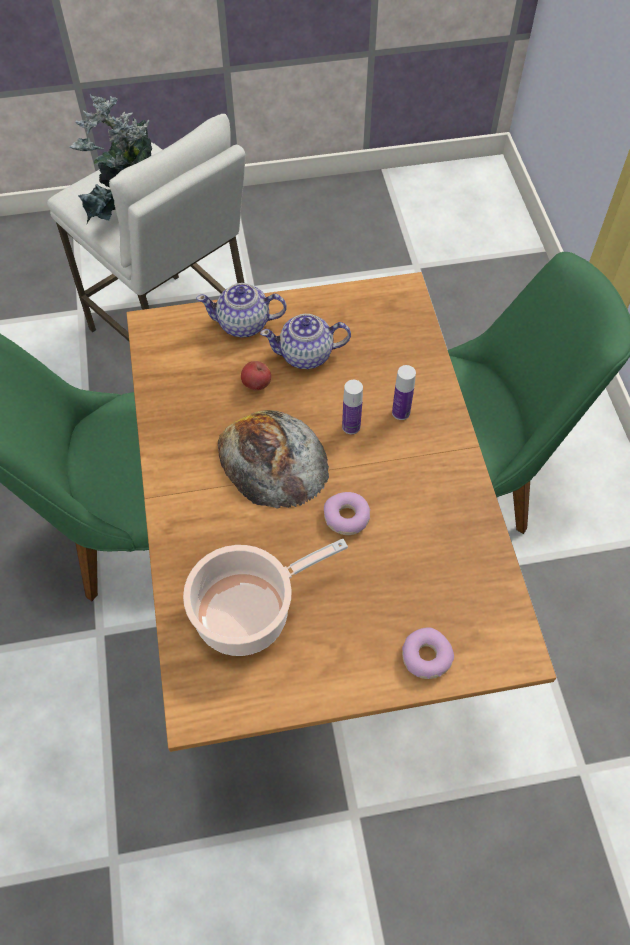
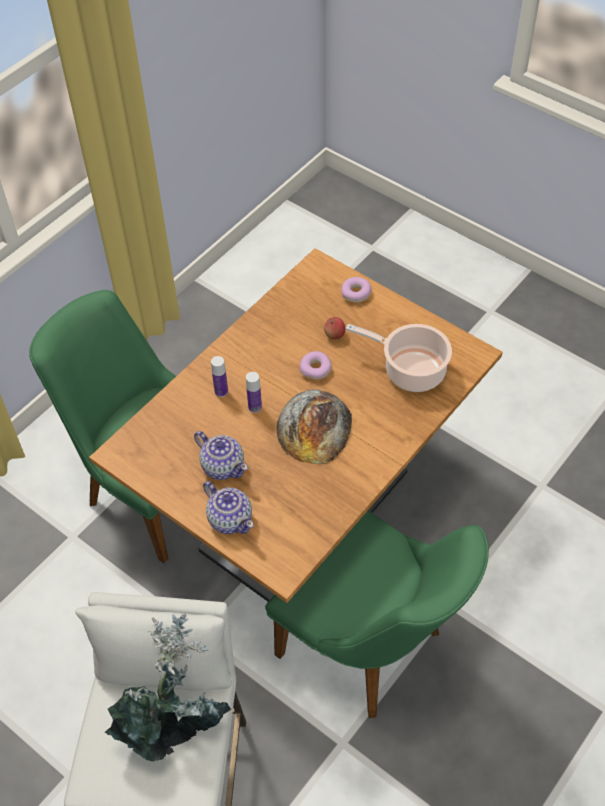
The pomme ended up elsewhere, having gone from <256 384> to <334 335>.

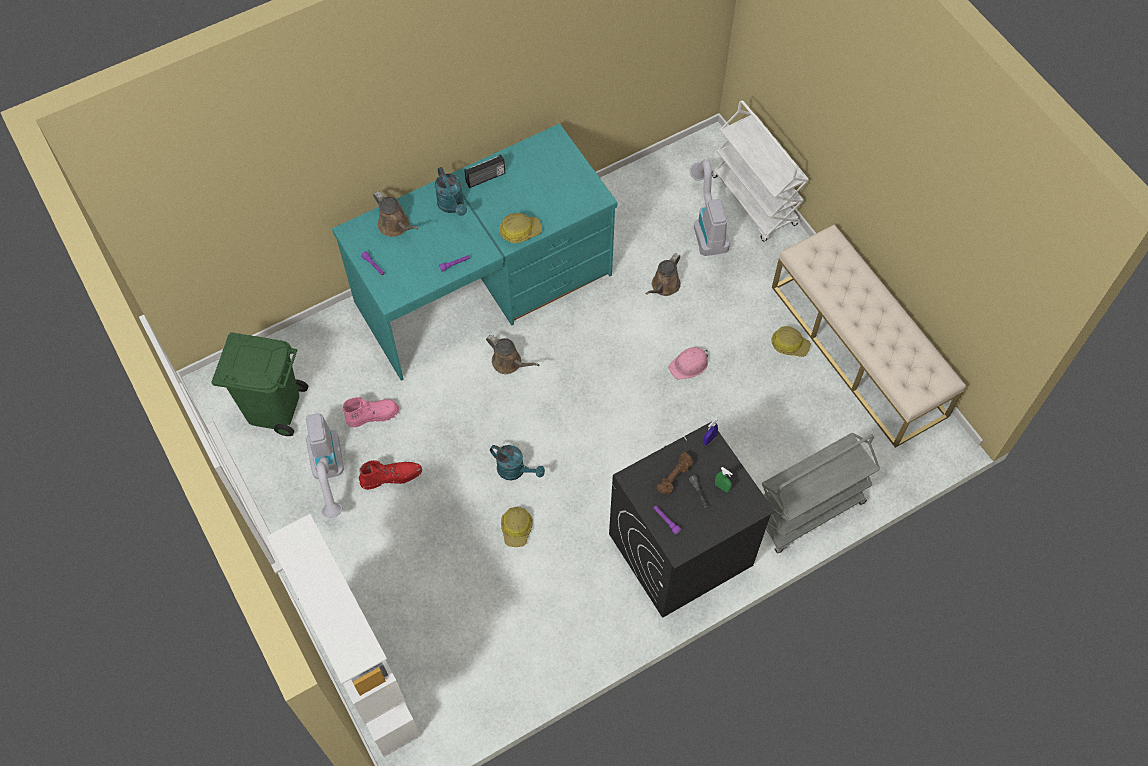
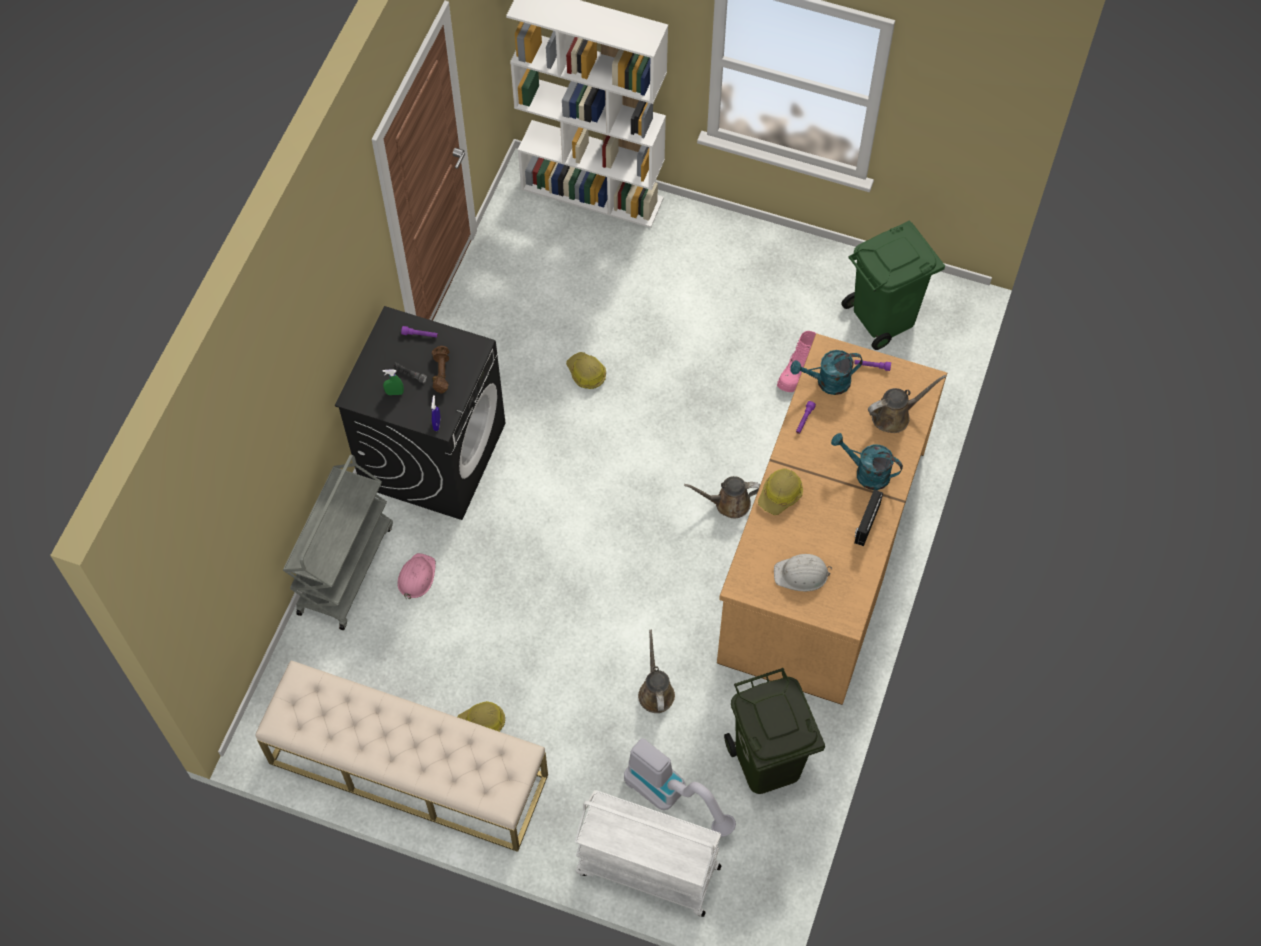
The second view lost the aspirateur at <329 474>.
What was the bureau (turquoise) at <484 290> turned into the bureau (marron) at <820 554>.
The second view lost the botte (rouge) at <391 476>.
The arrosoir (marron) at <395 226> ended up facing another way, 150 degrees clockwise from before.
The arrosoir (turquoise) ended up elsewhere, having gone from <515 470> to <827 382>.
The casque de chantier (rose) ended up elsewhere, having gone from <689 365> to <416 577>.
The second view gained the poubelle (vert) at <766 762>.
The second view gained the casque de chantier (blanc) at <801 574>.

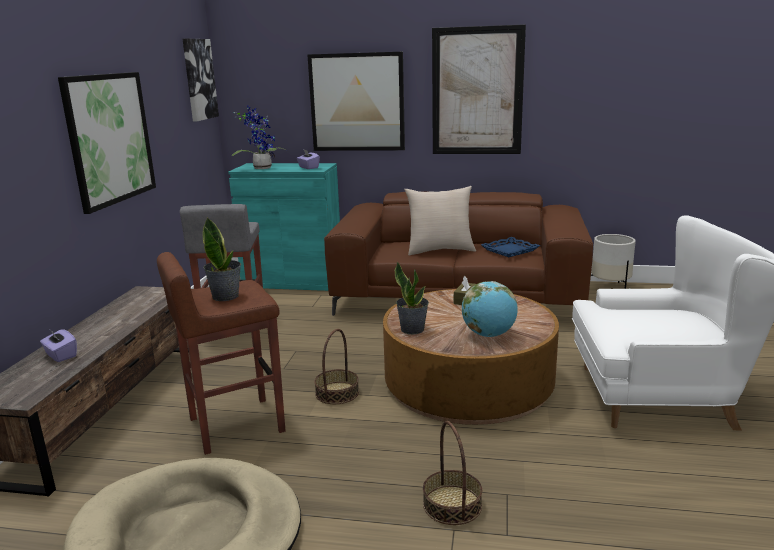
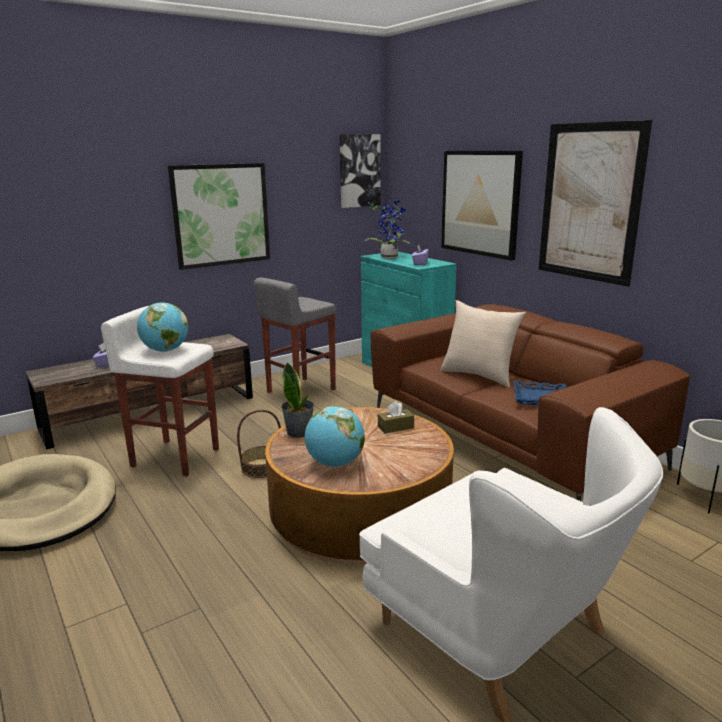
What was the tabouret (marron) at <234 425> turned into the tabouret (blanc) at <175 457>.
Where the plante en pot stood at <226 296>, the globe came to stand at <165 351>.
The second view lost the panier at <452 505>.

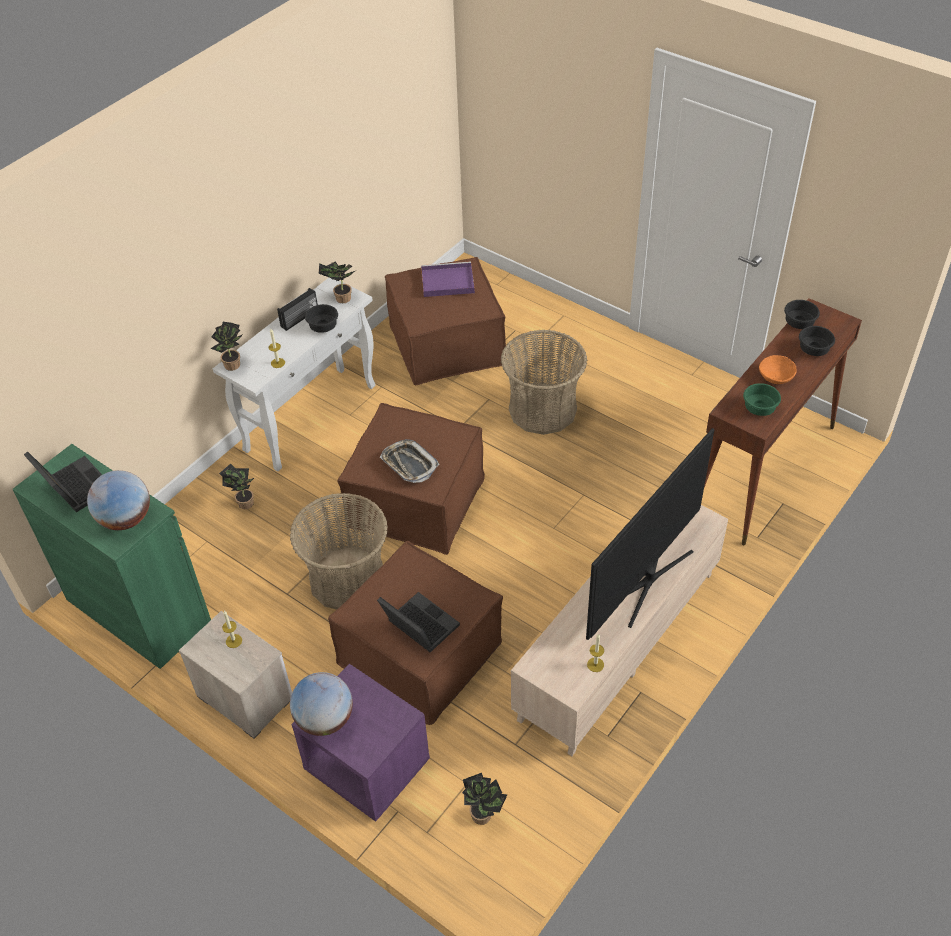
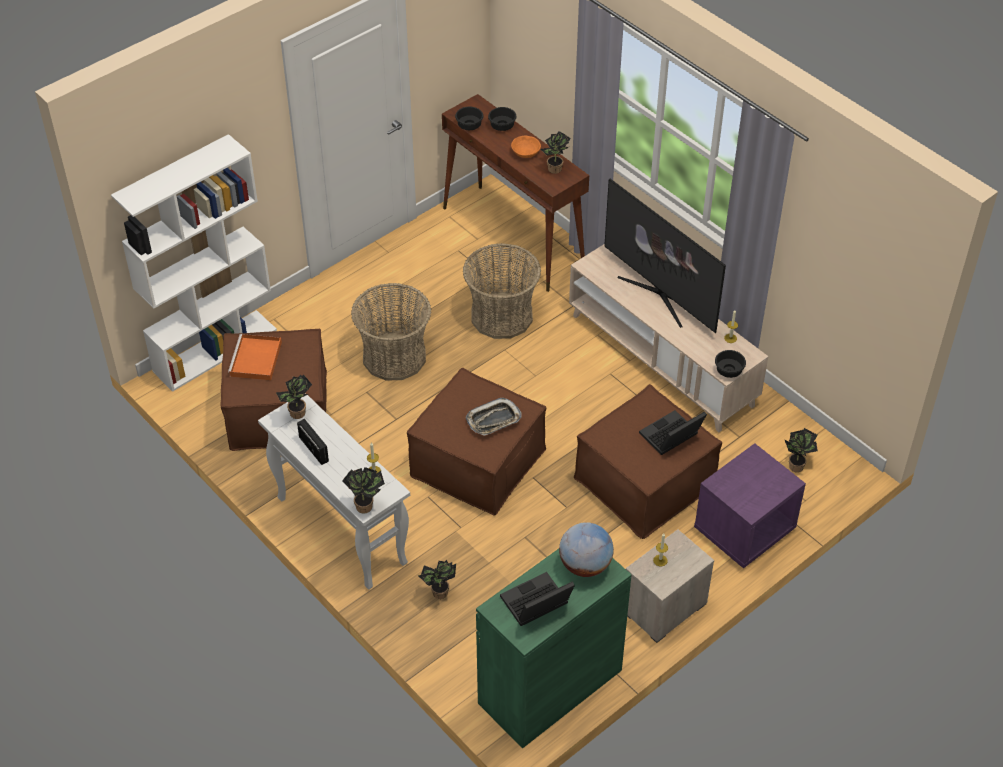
The panier ended up elsewhere, having gone from <347 579> to <501 316>.
The second view lost the globe at <325 719>.
The bol (noir) ended up elsewhere, having gone from <322 326> to <728 371>.
What was the plateau (violet) at <446 282> turned into the plateau (orange) at <256 360>.
Where the bol (vert) stood at <758 408>, the plante en pot came to stand at <555 170>.
The second view gained the bibliothèque (blanc) at <215 350>.

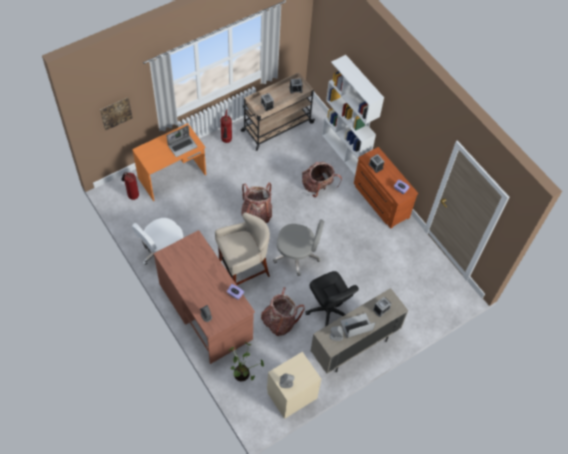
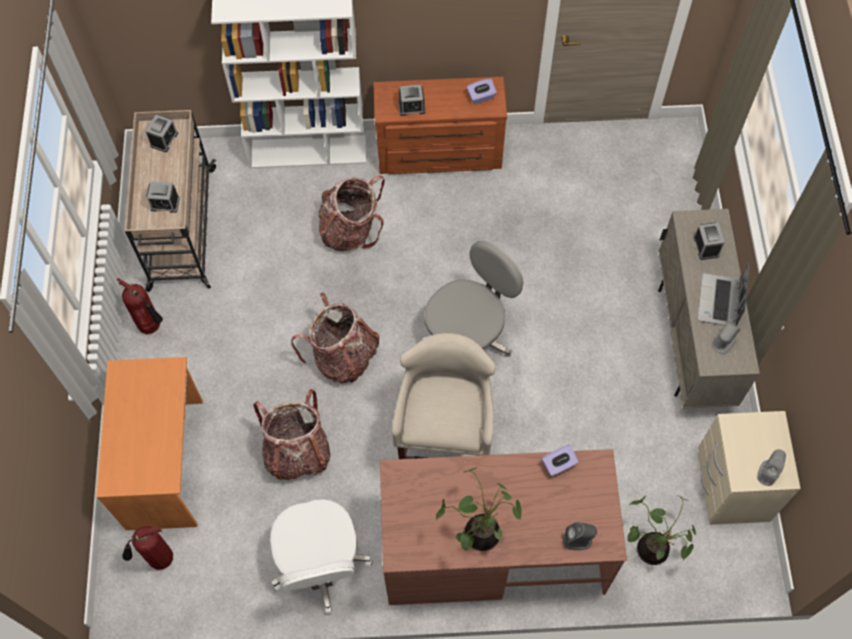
The second view lost the tableau at <116 113>.
The second view lost the ordinateur portable at <182 146>.
The sac à dos ended up elsewhere, having gone from <279 321> to <297 453>.
The second view lost the chaise de bureau (noir) at <328 310>.
The second view gained the plante en pot at <480 531>.

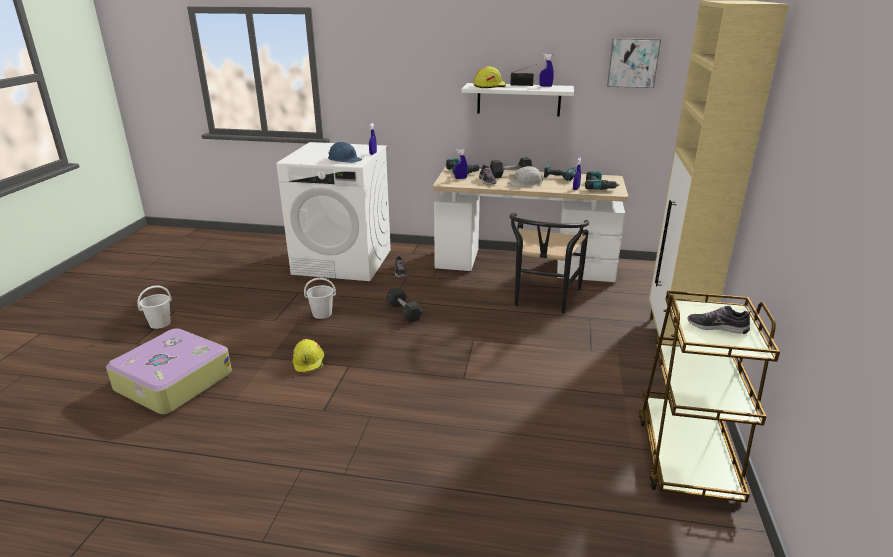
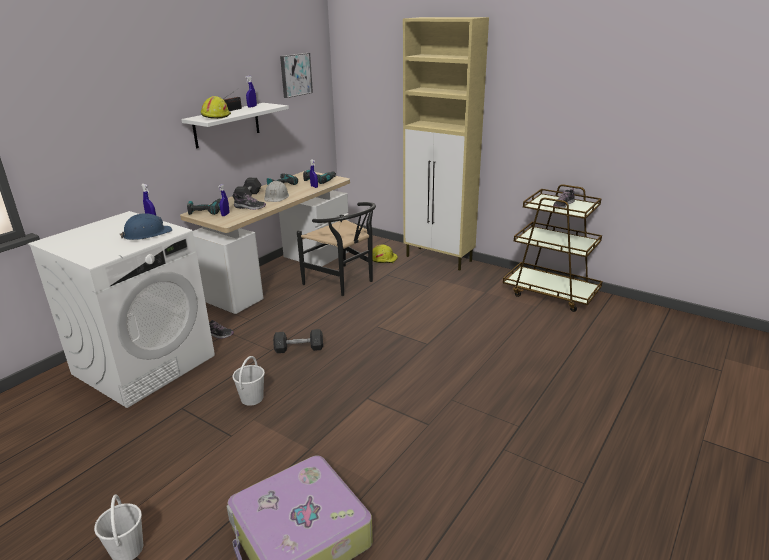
The casque de chantier (jaune) ended up elsewhere, having gone from <309 362> to <384 259>.

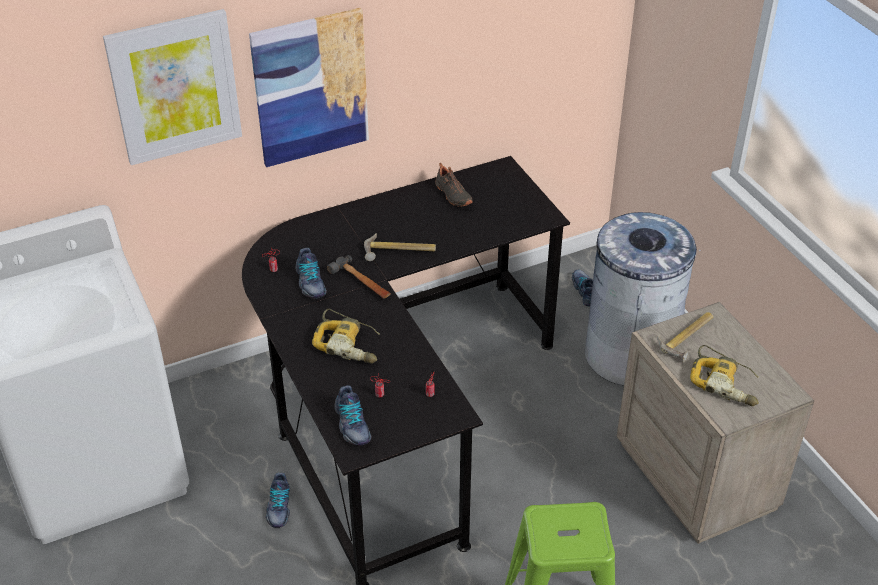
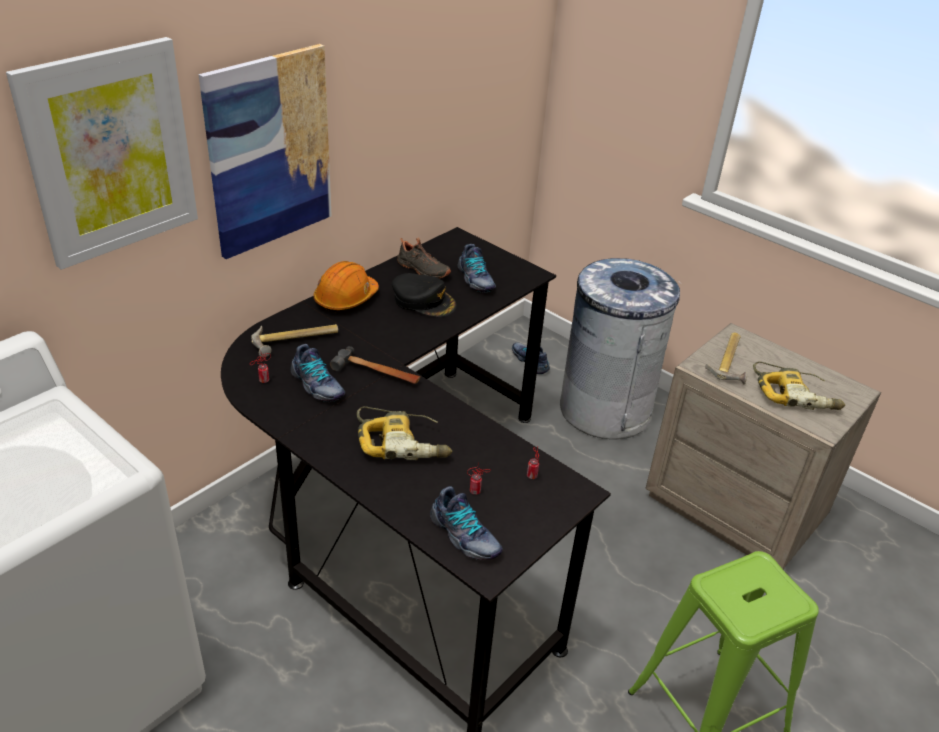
The chaussure ended up elsewhere, having gone from <278 507> to <475 279>.
The marteau ended up elsewhere, having gone from <399 252> to <296 341>.
The second view gained the casque de chantier (orange) at <346 298>.
The second view gained the casquette (noir) at <424 301>.

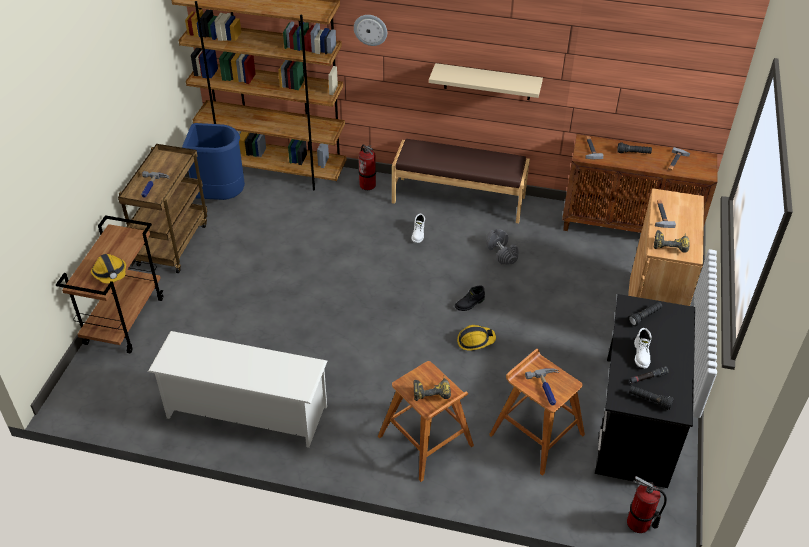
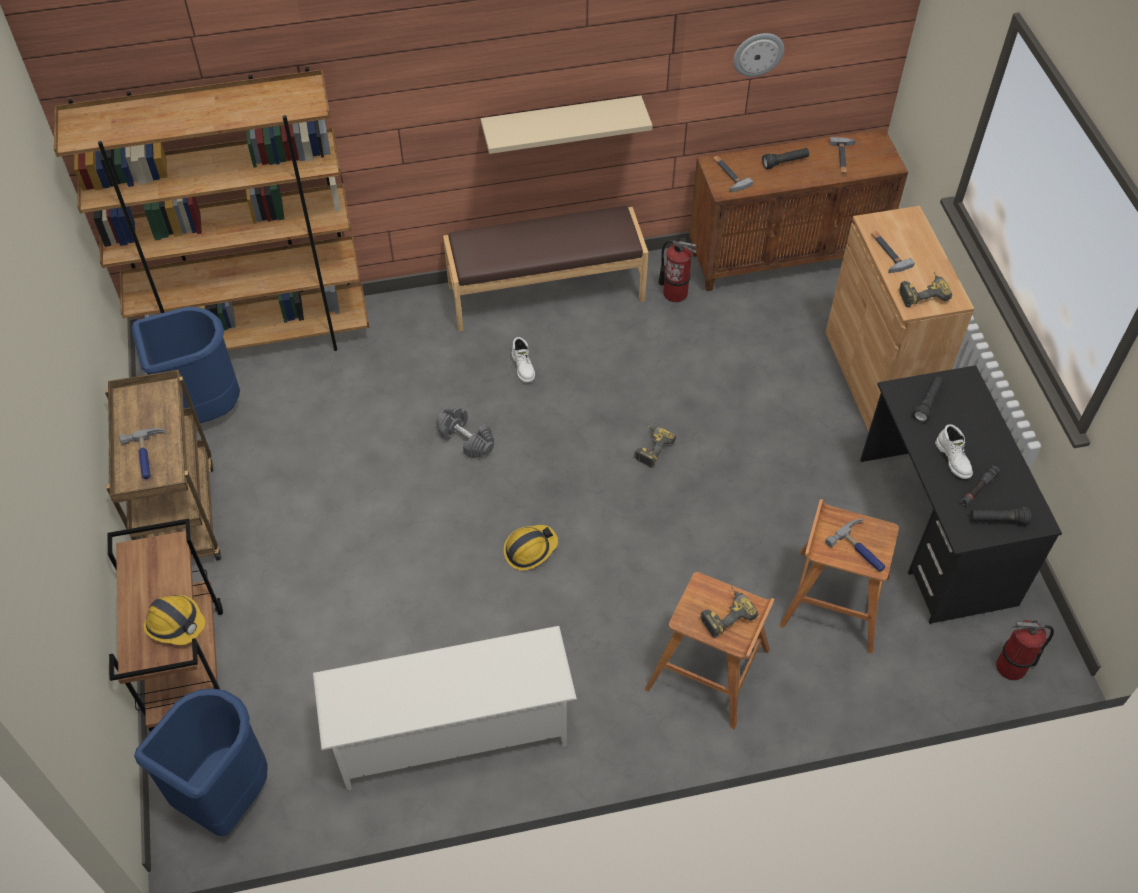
The horloge murale ended up elsewhere, having gone from <370 29> to <758 53>.
The extincteur ended up elsewhere, having gone from <367 185> to <675 293>.
Where the botte (noir) stood at <470 304>, the perceuse came to stand at <650 447>.
The casque de chantier ended up elsewhere, having gone from <475 340> to <530 550>.
The haltère (gris) ended up elsewhere, having gone from <501 253> to <466 439>.
The second view gained the poubelle (bleu) at <226 795>.

